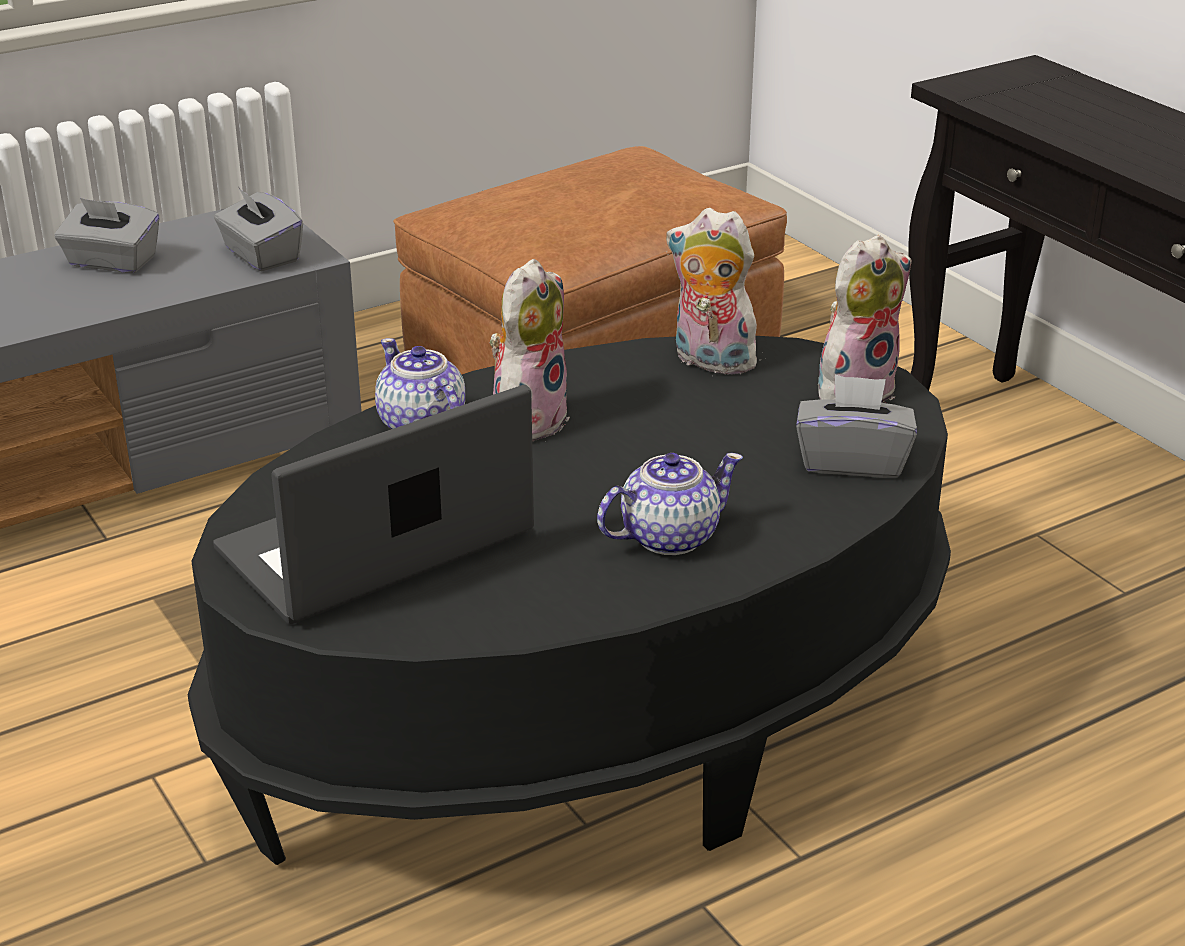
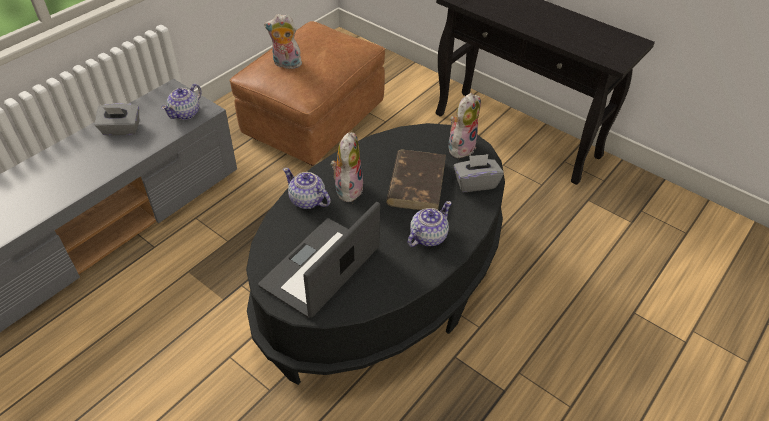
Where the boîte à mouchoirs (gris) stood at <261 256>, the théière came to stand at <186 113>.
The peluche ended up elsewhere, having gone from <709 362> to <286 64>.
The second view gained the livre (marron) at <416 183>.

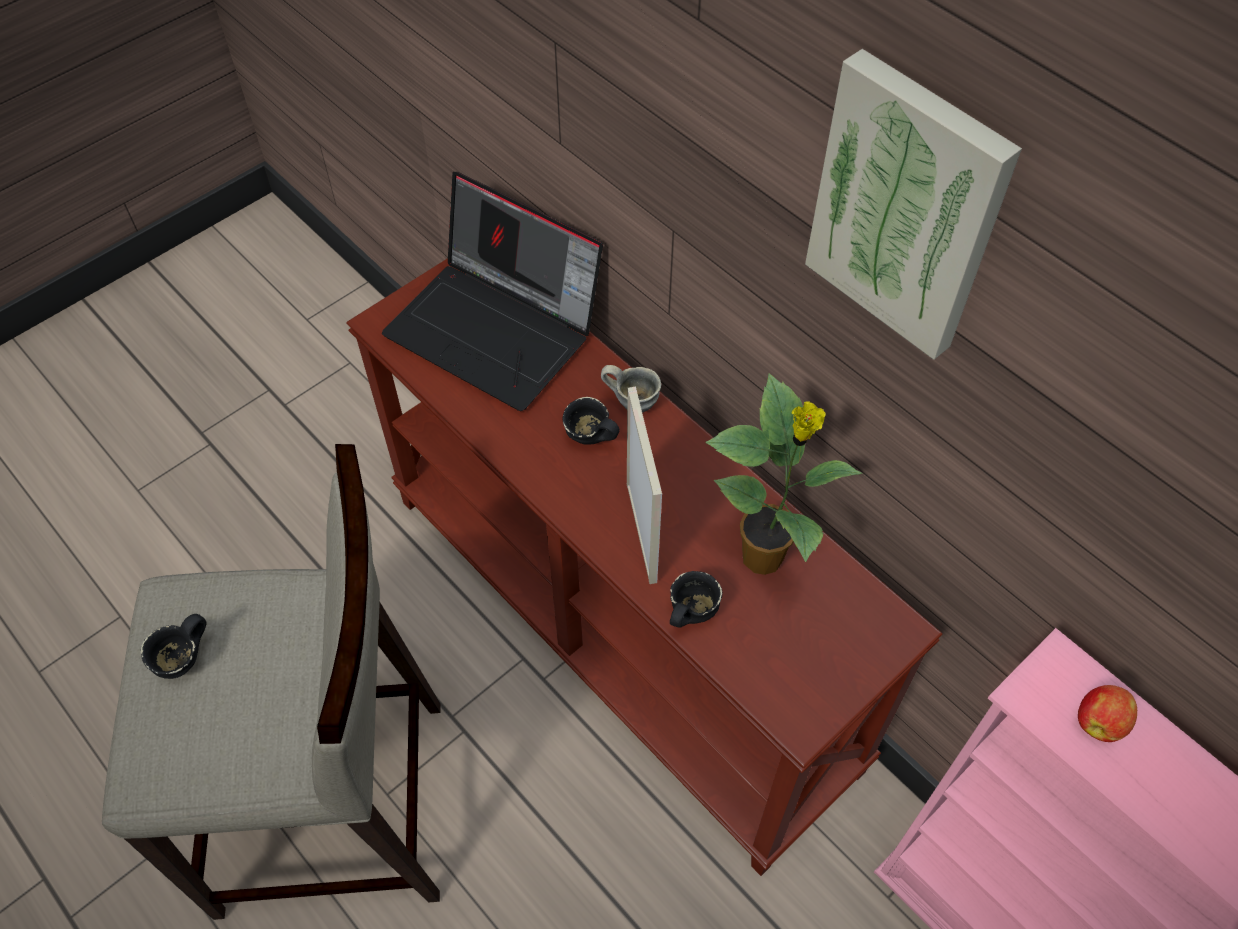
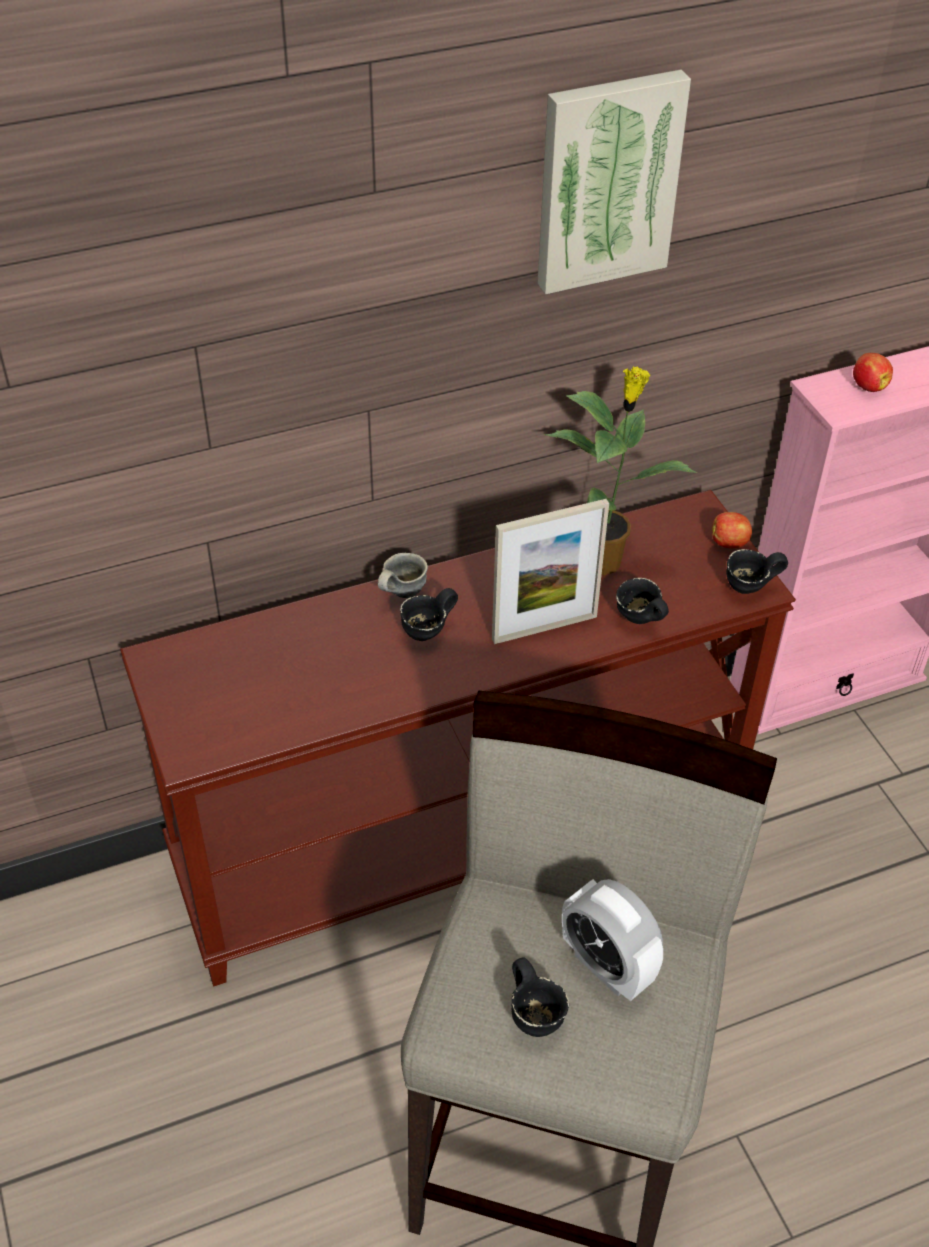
The second view lost the ordinateur portable at <497 329>.
The cadre photo at <641 532> ended up facing another way, 150 degrees clockwise from before.
The second view gained the réveil at <607 966>.
The second view gained the pomme at <729 543>.
The second view gained the mug (noir) at <749 590>.

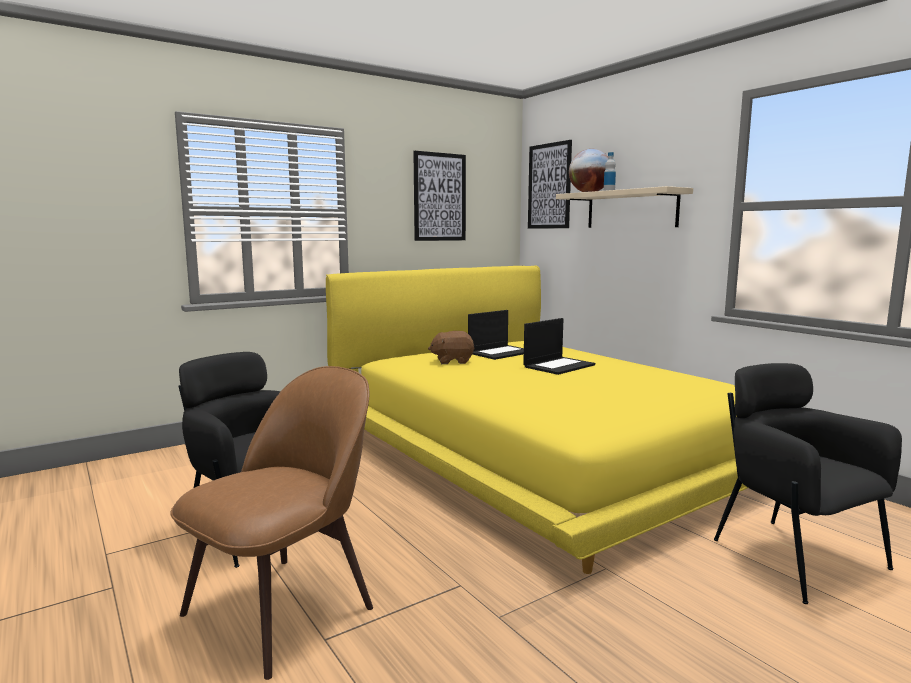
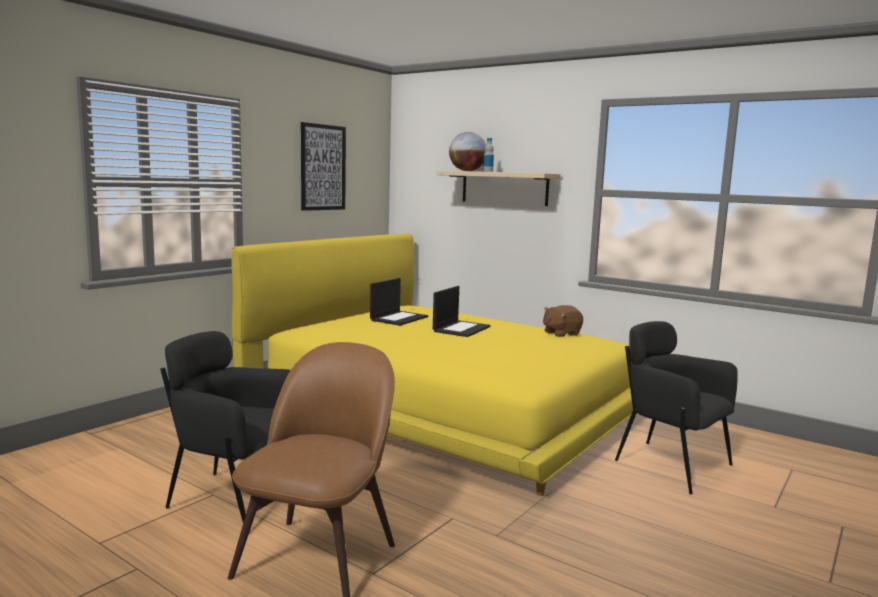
The peluche (marron) ended up elsewhere, having gone from <452 361> to <561 333>.
The second view lost the tableau at <549 186>.

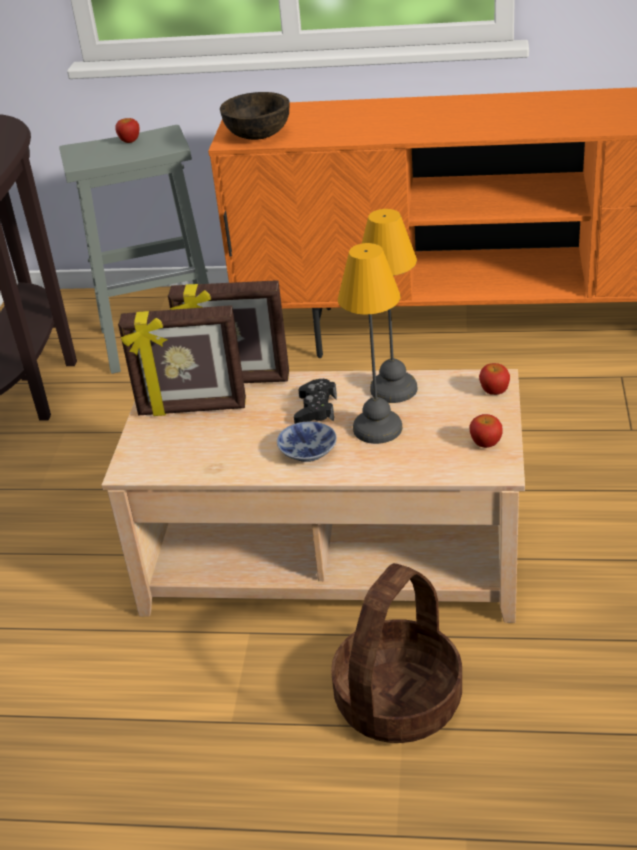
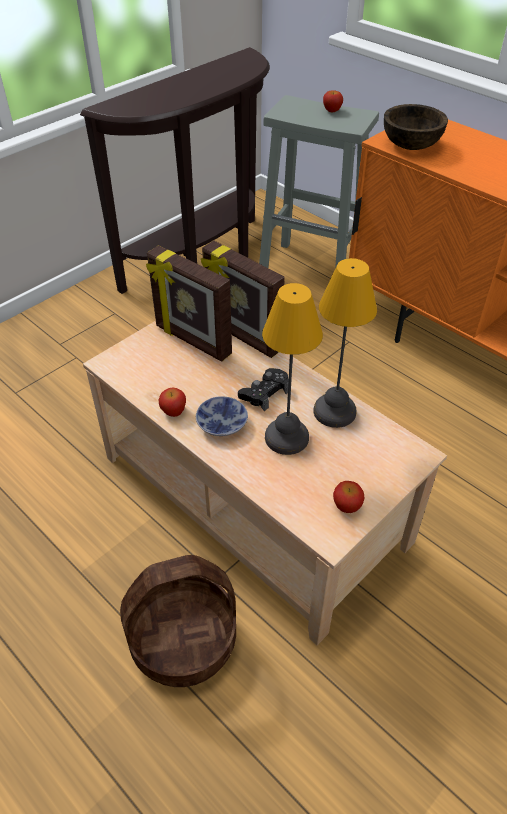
The pomme ended up elsewhere, having gone from <494 391> to <173 411>.

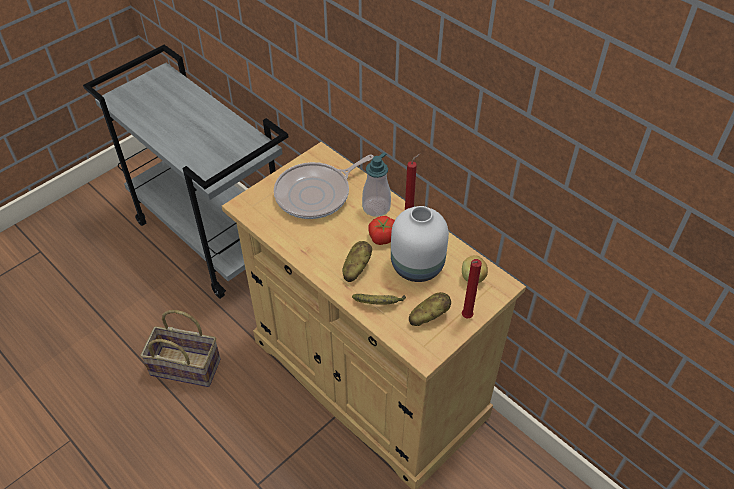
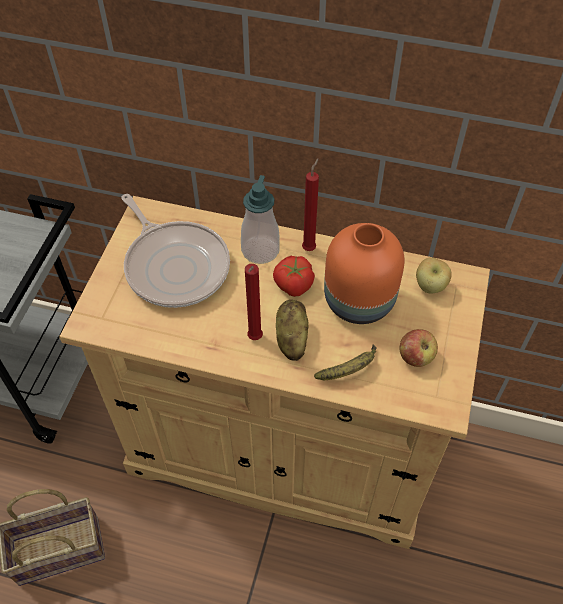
The poêle at <316 194> ended up facing another way, 60 degrees counterclockwise from before.
What was the vase (blanc) at <417 265> turned into the vase (orange) at <357 300>.
Where the pomme de terre stood at <428 316>, the pomme came to stand at <415 357>.
The bougie (rouge) ended up elsewhere, having gone from <465 317> to <254 339>.

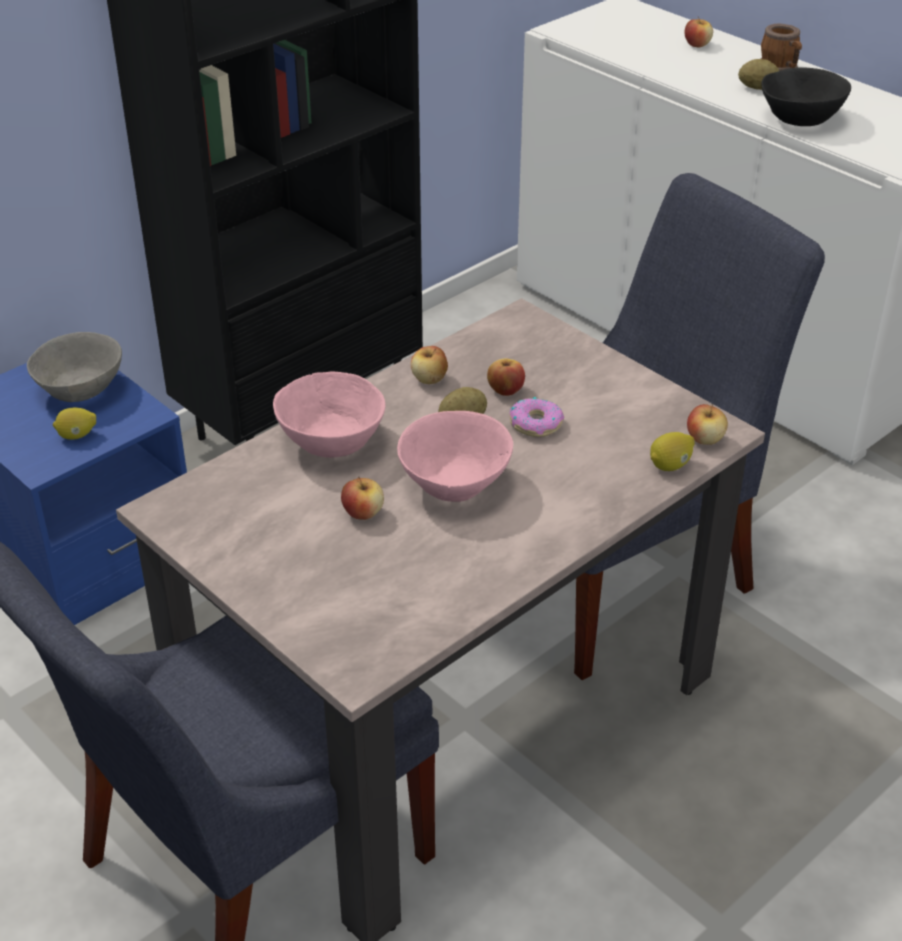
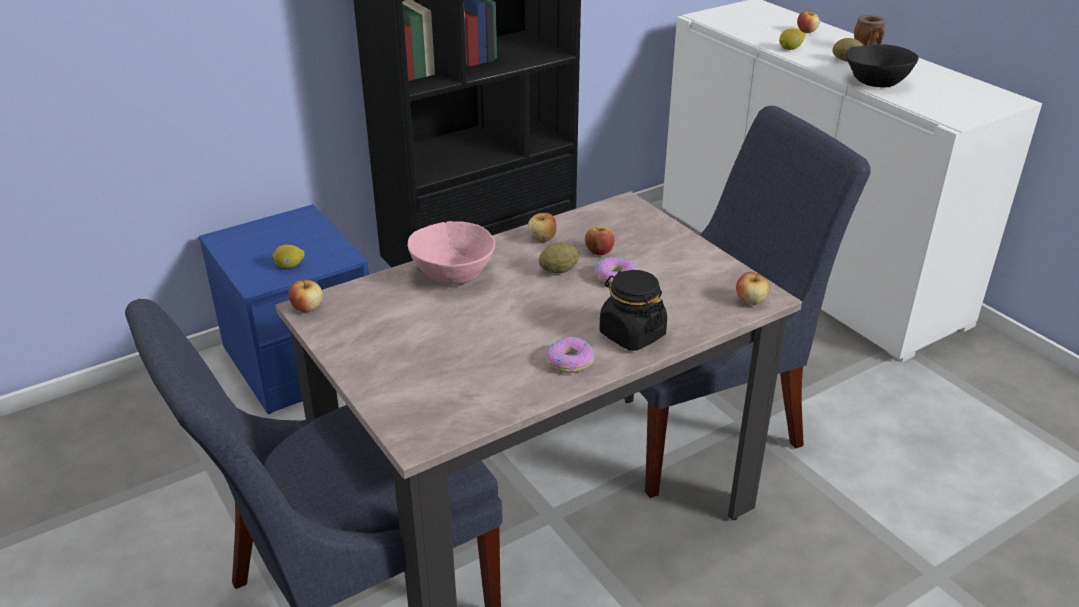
The second view lost the bol (gris) at <80 389>.
The pomme ended up elsewhere, having gone from <363 513> to <307 308>.
The second view lost the bol (rose) at <453 483>.
The citron ended up elsewhere, having gone from <670 465> to <790 49>.
The second view gained the beignet at <569 361>.
The second view gained the bocal (noir) at <631 334>.

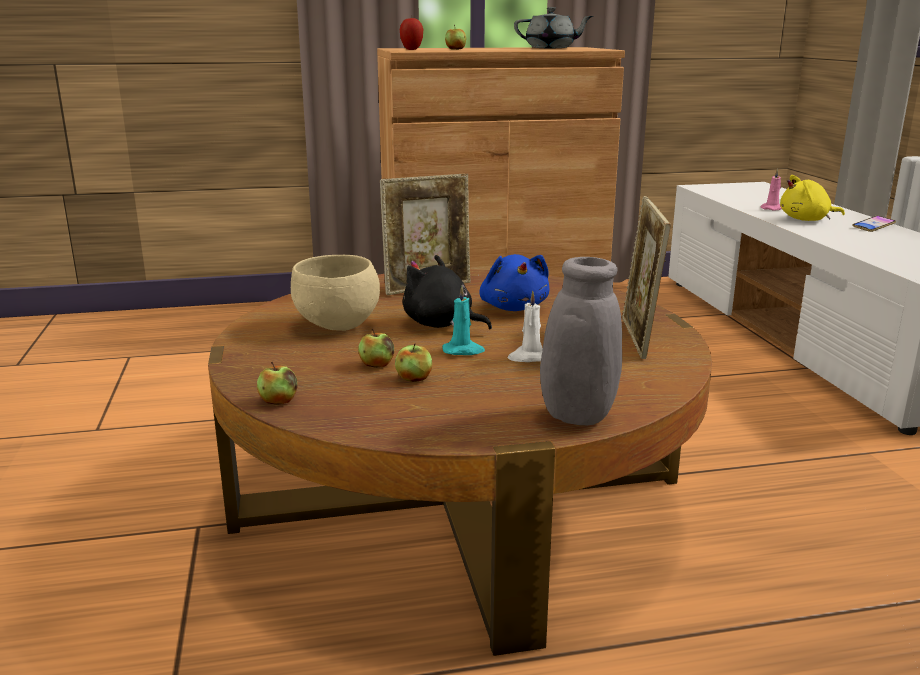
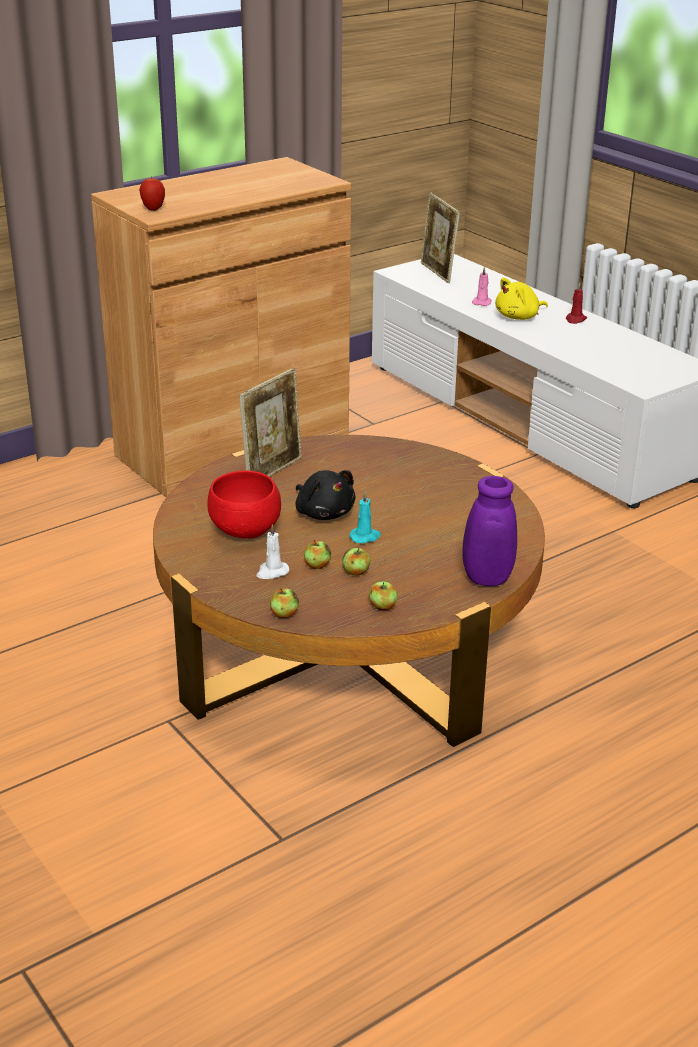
What was the bol (beige) at <339 326> turned into the bol (rouge) at <247 532>.
The peluche (noir) at <441 324> ended up facing another way, 135 degrees counterclockwise from before.
The pomme ended up elsewhere, having gone from <455 49> to <382 606>.
The second view lost the peluche (bleu) at <513 307>.
What was the vase (gris) at <571 417> turned into the vase (violet) at <484 580>.
The bougie (blanc) ended up elsewhere, having gone from <528 357> to <272 572>.
The second view lost the théière (gris) at <551 48>.
The cadre photo ended up elsewhere, having gone from <638 338> to <437 273>.
Where the téléphone stood at <873 227>, the bougie (rouge) came to stand at <575 319>.

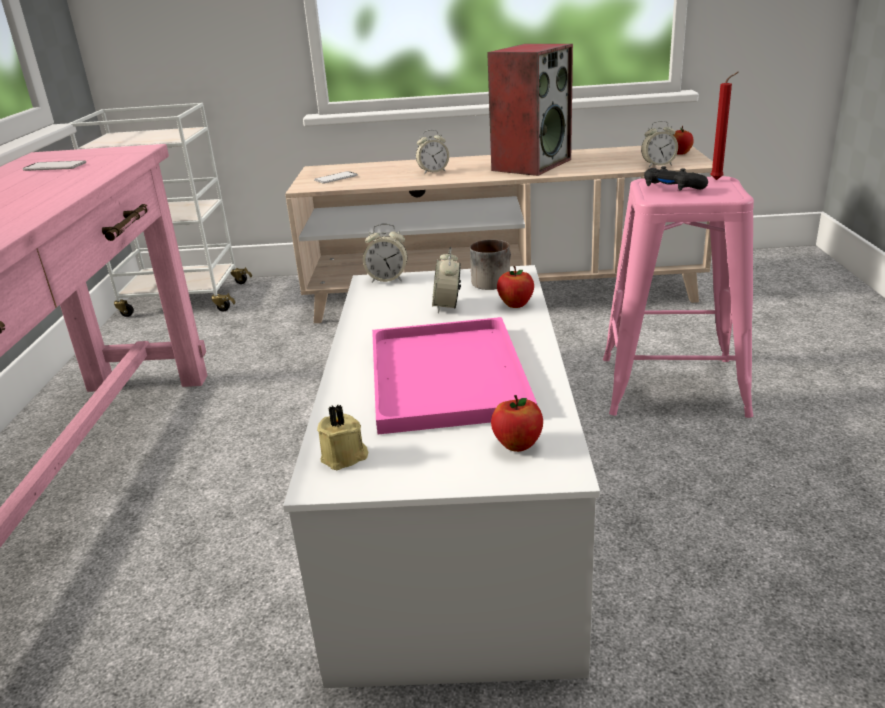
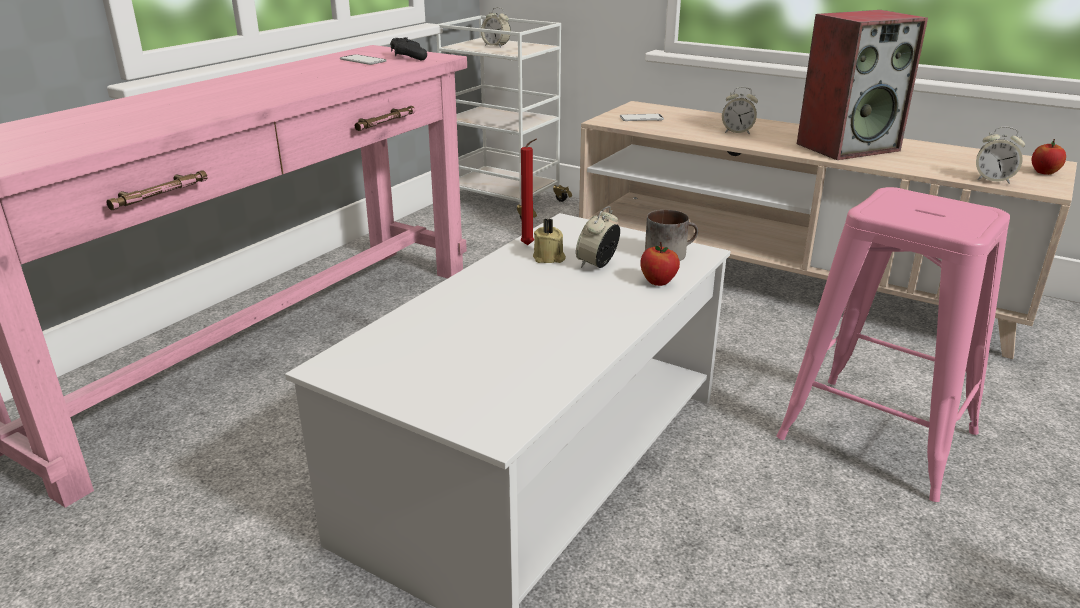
The bougie (beige) ended up elsewhere, having gone from <345 457> to <549 258>.
The réveil ended up elsewhere, having gone from <387 279> to <496 46>.
The second view lost the plateau (rose) at <444 374>.
The second view lost the pomme at <517 445>.
The manette (noir) ended up elsewhere, having gone from <671 189> to <408 57>.
The bougie (rouge) ended up elsewhere, having gone from <718 180> to <529 245>.

